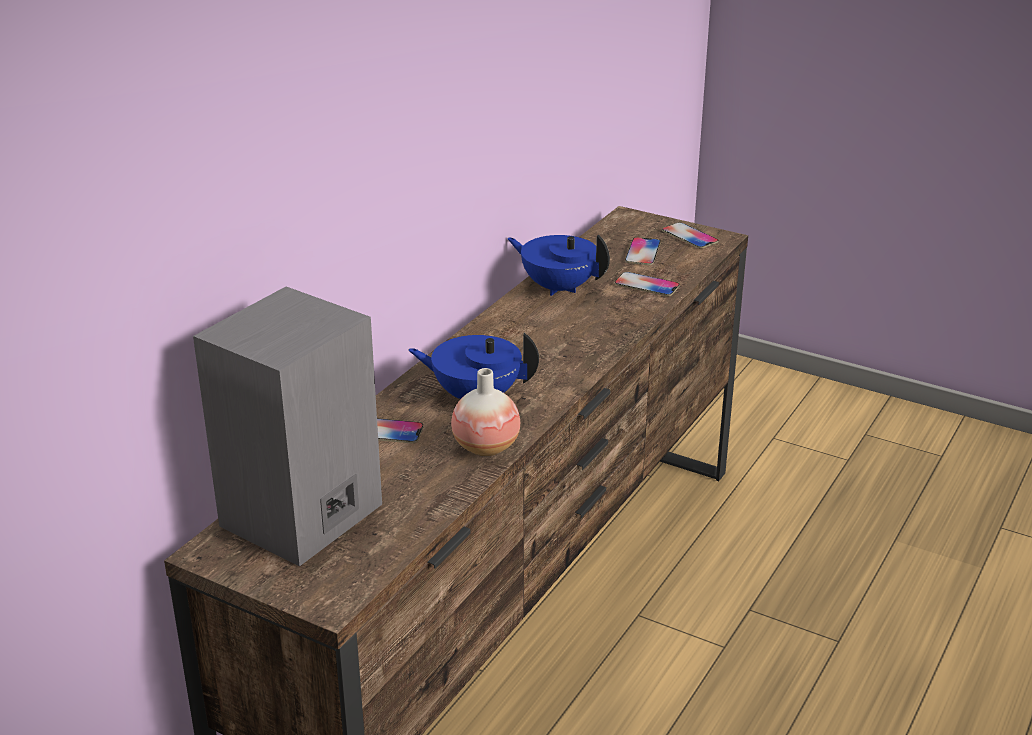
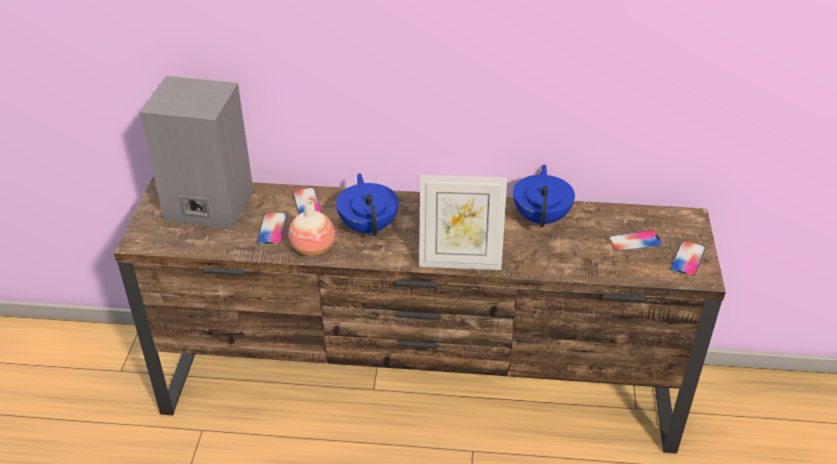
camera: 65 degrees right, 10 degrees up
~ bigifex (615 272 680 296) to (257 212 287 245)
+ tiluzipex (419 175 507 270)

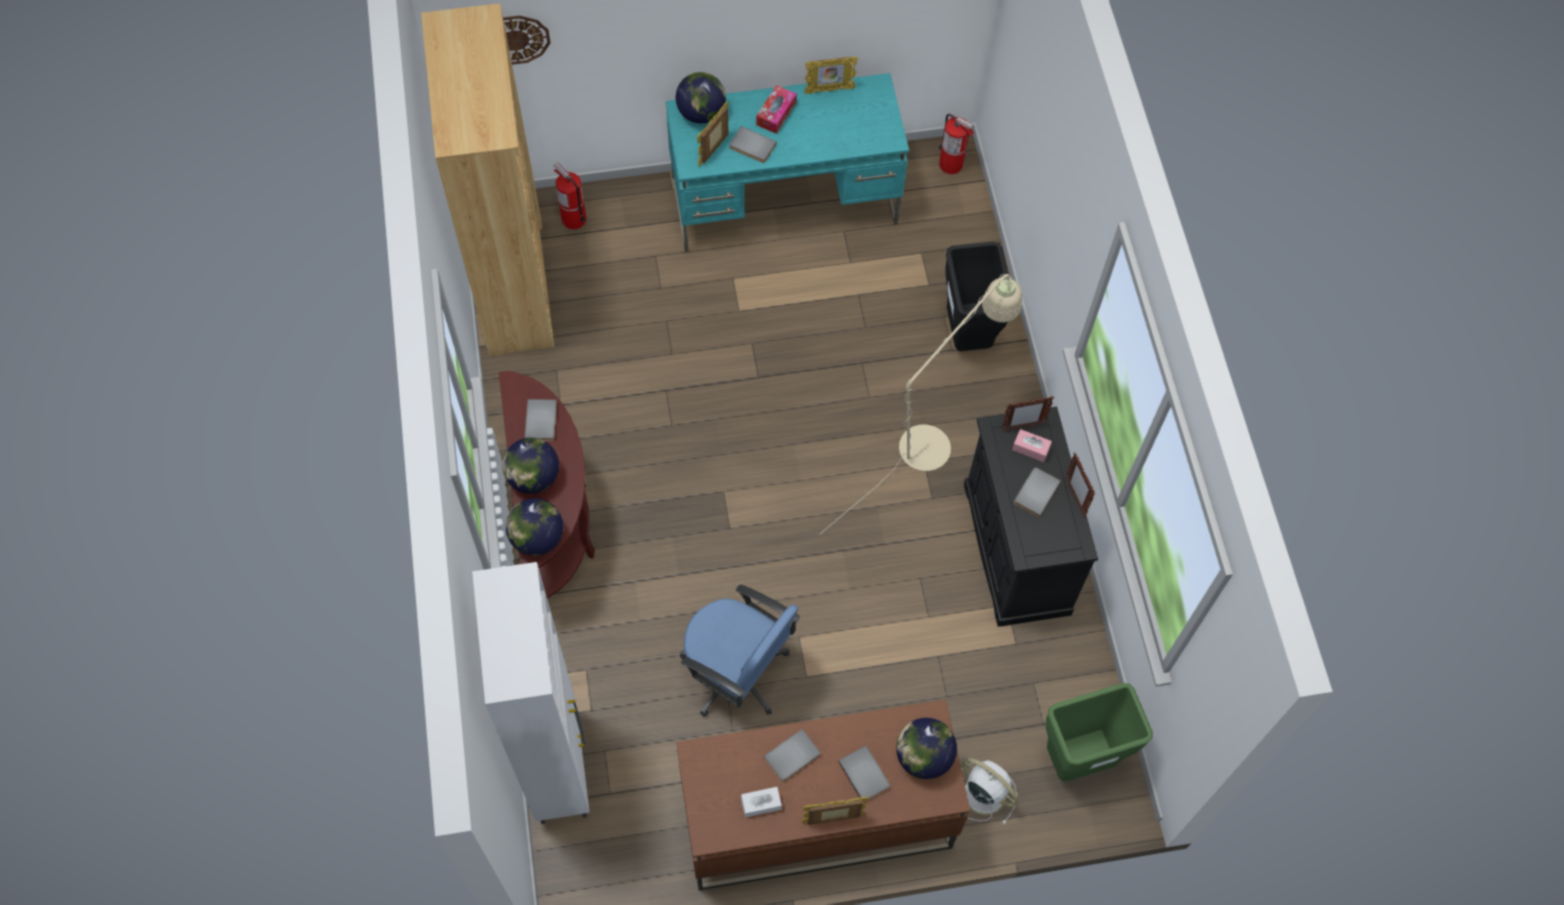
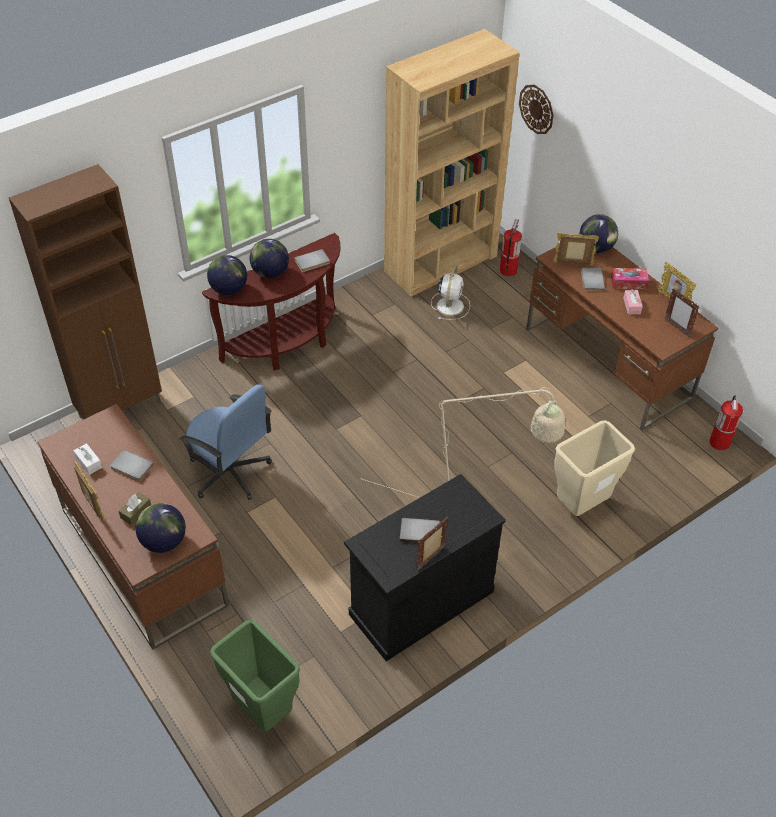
camera: 65 degrees right, 15 degrees down
~ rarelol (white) (472 562 590 824) to rarelol (brown) (9 164 162 420)
~ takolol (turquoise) (666 73 909 253) to takolol (brown) (526 247 718 430)
~ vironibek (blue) (680 585 800 717) = (179 384 272 500) 60 degrees counterclockwise
~ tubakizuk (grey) (838 746 890 801) to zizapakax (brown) (119 492 151 525)
~ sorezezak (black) (946 242 1008 351) to sorezezak (beige) (554 420 635 516)
~ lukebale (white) (962 758 1018 825) to (431 266 470 320)
~ tiluzipex (1001 396 1054 432) to (665 288 700 337)
~ zizapakax (pink) (1012 429 1052 462) to (623 289 643 314)

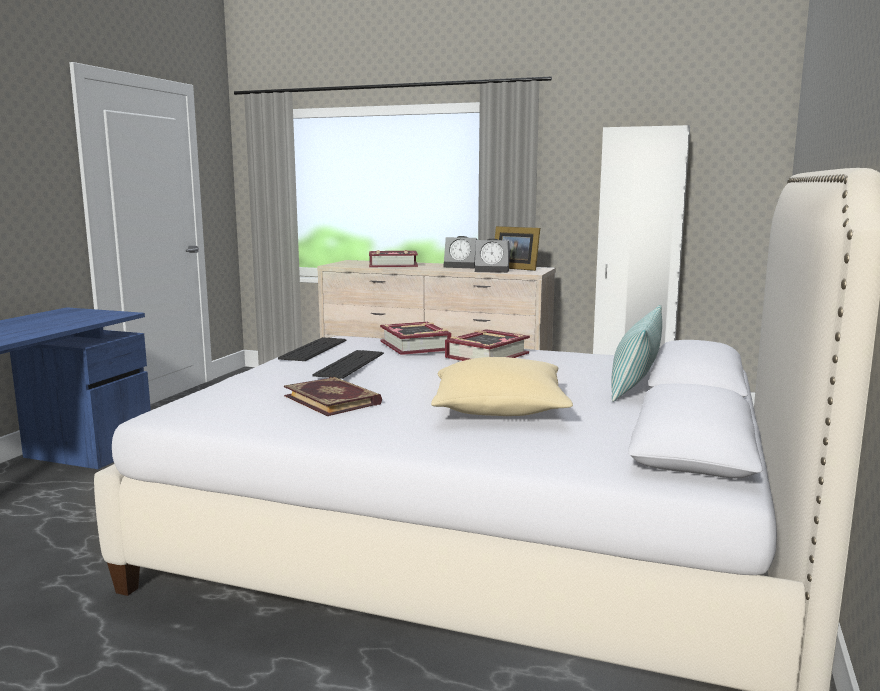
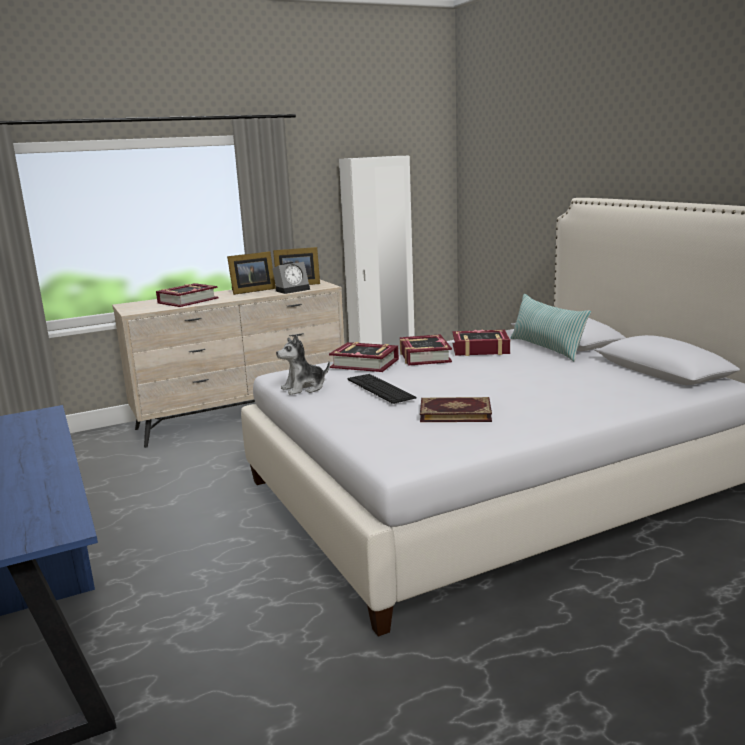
camera: 45 degrees left, 5 degrees up
~ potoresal (278 337 347 361) to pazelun (276 334 330 395)
- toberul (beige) (431 357 573 416)
~ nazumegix (443 236 477 268) to tiluzipex (227 251 276 295)
+ tubakizuk (452 330 510 356)

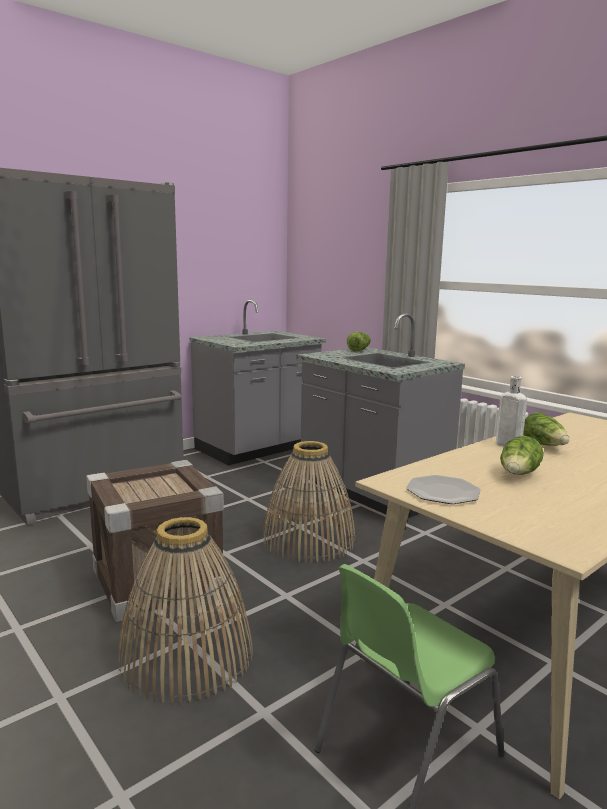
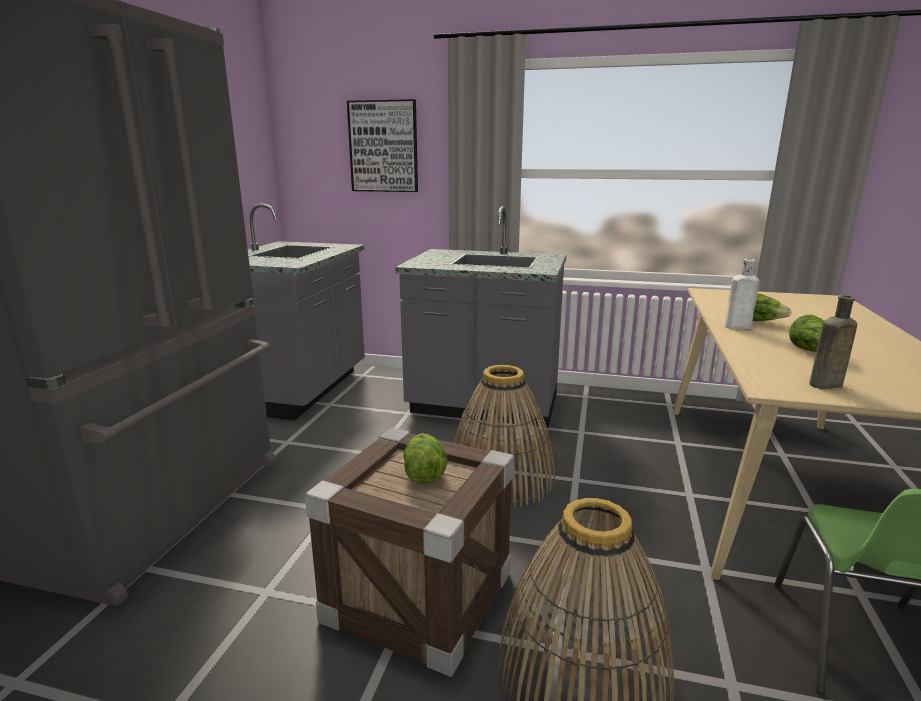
camera: 35 degrees left, 5 degrees up
~ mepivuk (347 332 371 352) to (403 433 447 484)
~ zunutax (406 475 481 504) to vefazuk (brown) (809 295 857 389)
+ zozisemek (347 99 418 192)

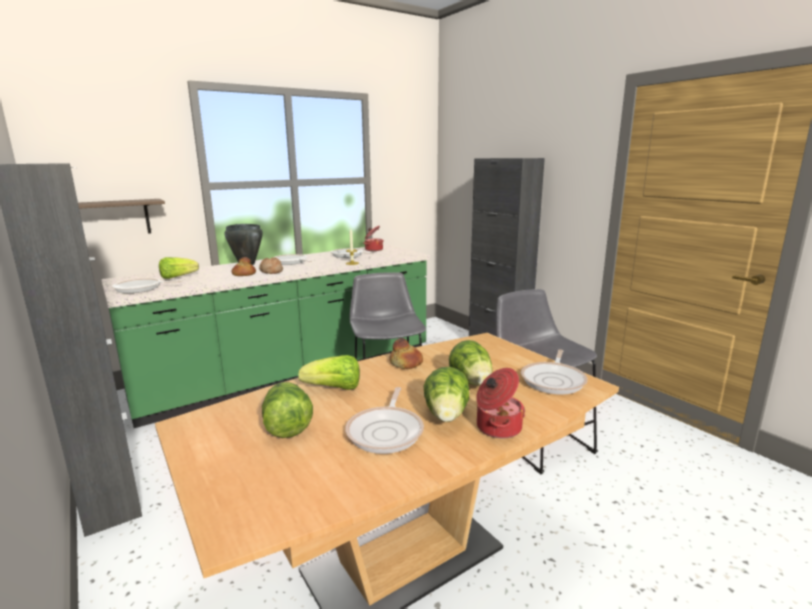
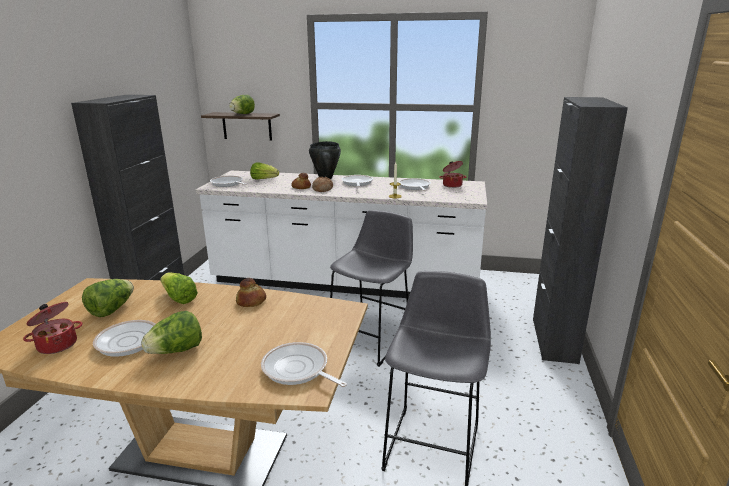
camera: 45 degrees right, 5 degrees up
~ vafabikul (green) (101 244 430 428) to vafabikul (white) (196 171 487 298)
~ mepivuk (449 340 492 386) to (229 95 255 114)
~ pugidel (476 368 526 439) to (23 302 82 354)
~ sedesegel (521 349 588 395) = (261 342 347 387) 60 degrees clockwise

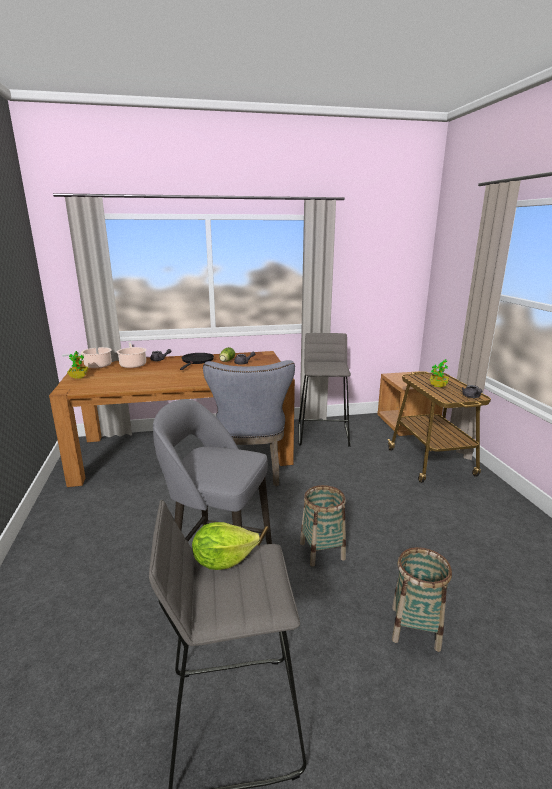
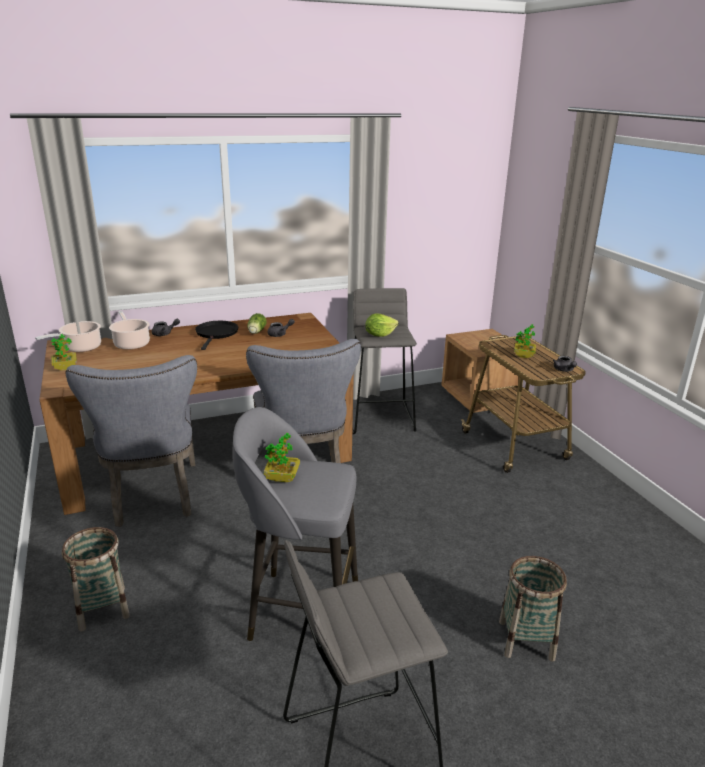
camera: 10 degrees left, 5 degrees up
~ mepivuk (192 522 260 570) to (365 314 399 337)
~ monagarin (300 485 346 567) to (62 527 130 631)
+ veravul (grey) (65 355 197 527)
+ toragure (264 433 300 482)

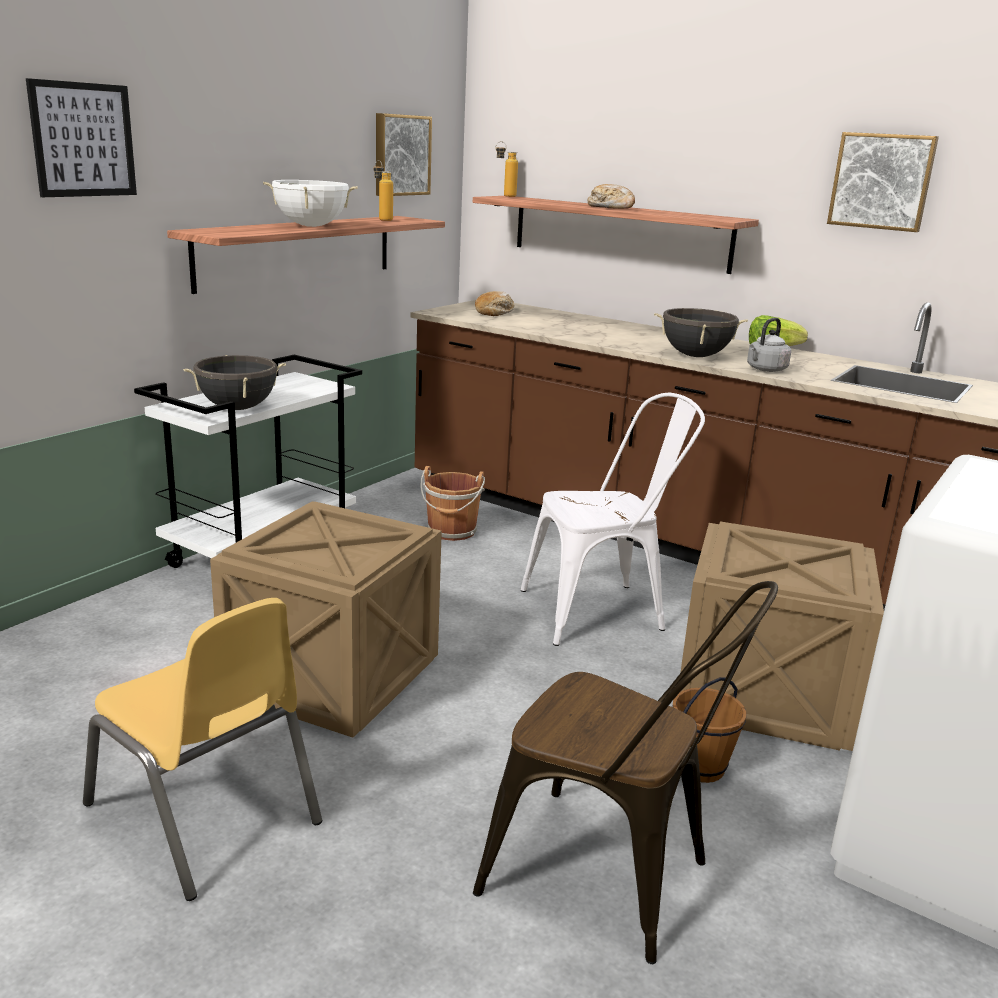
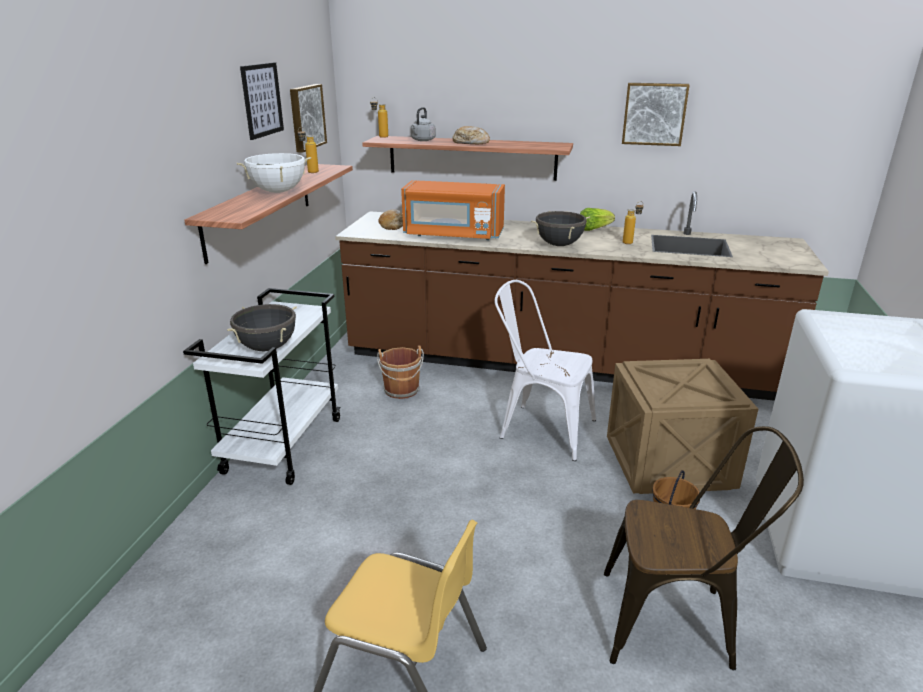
camera: 20 degrees left, 5 degrees up
~ zozisemek (26 78 137 197) to (240 63 284 140)
- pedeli (210 501 442 738)
~ veravul (white) (520 393 705 646) = (494 280 596 461) 120 degrees counterclockwise
~ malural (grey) (747 318 791 372) to (411 107 436 141)
+ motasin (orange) (401 180 505 240)
+ vefazuk (623 201 643 244)

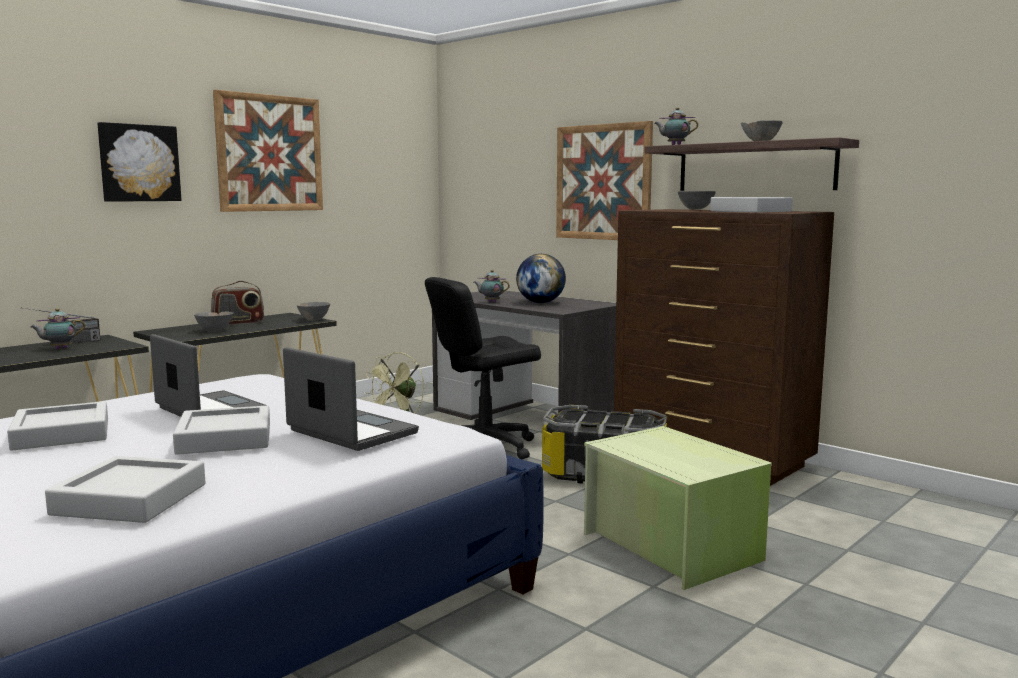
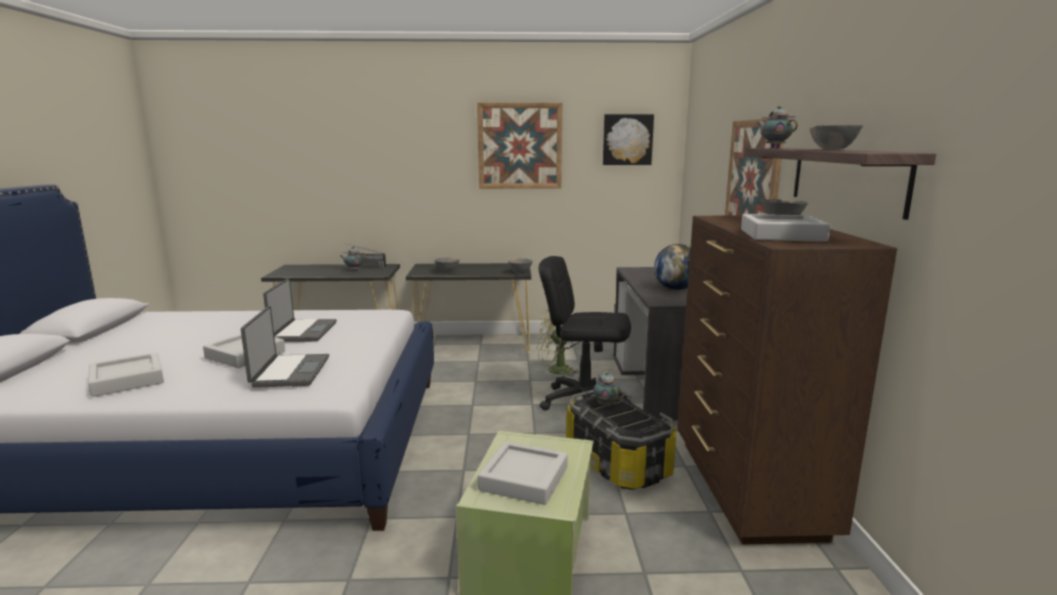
camera: 45 degrees right, 5 degrees up
~ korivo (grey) (7 401 108 451) to (478 442 568 505)
~ zozisemek (97 122 182 202) to (603 114 654 165)
- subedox (211 281 264 325)
~ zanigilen (474 270 510 302) to (594 371 620 407)

